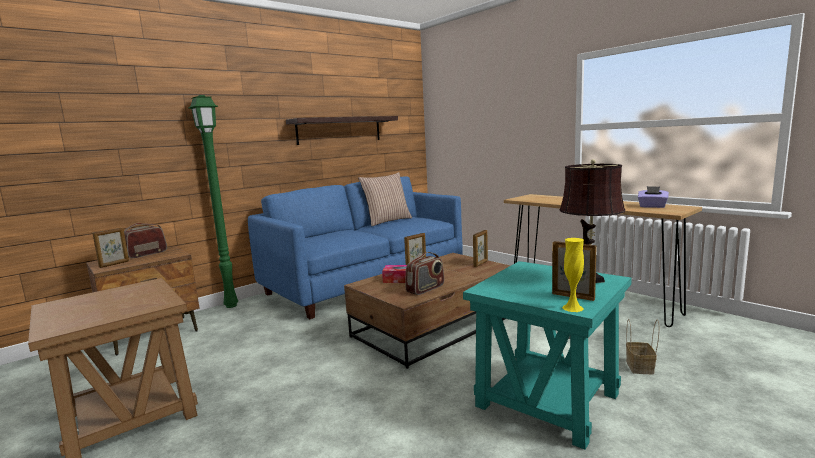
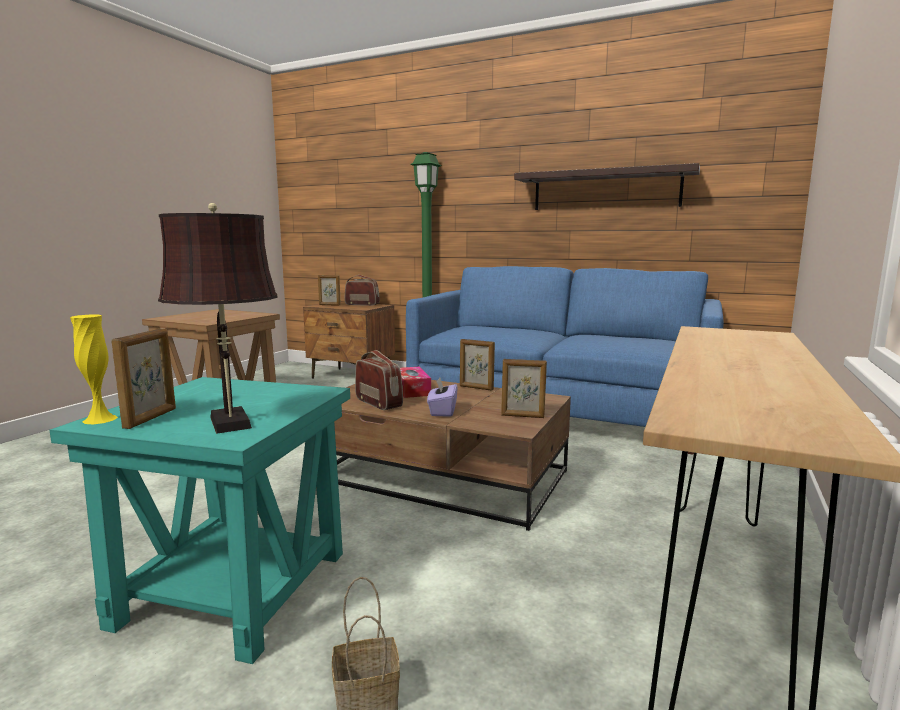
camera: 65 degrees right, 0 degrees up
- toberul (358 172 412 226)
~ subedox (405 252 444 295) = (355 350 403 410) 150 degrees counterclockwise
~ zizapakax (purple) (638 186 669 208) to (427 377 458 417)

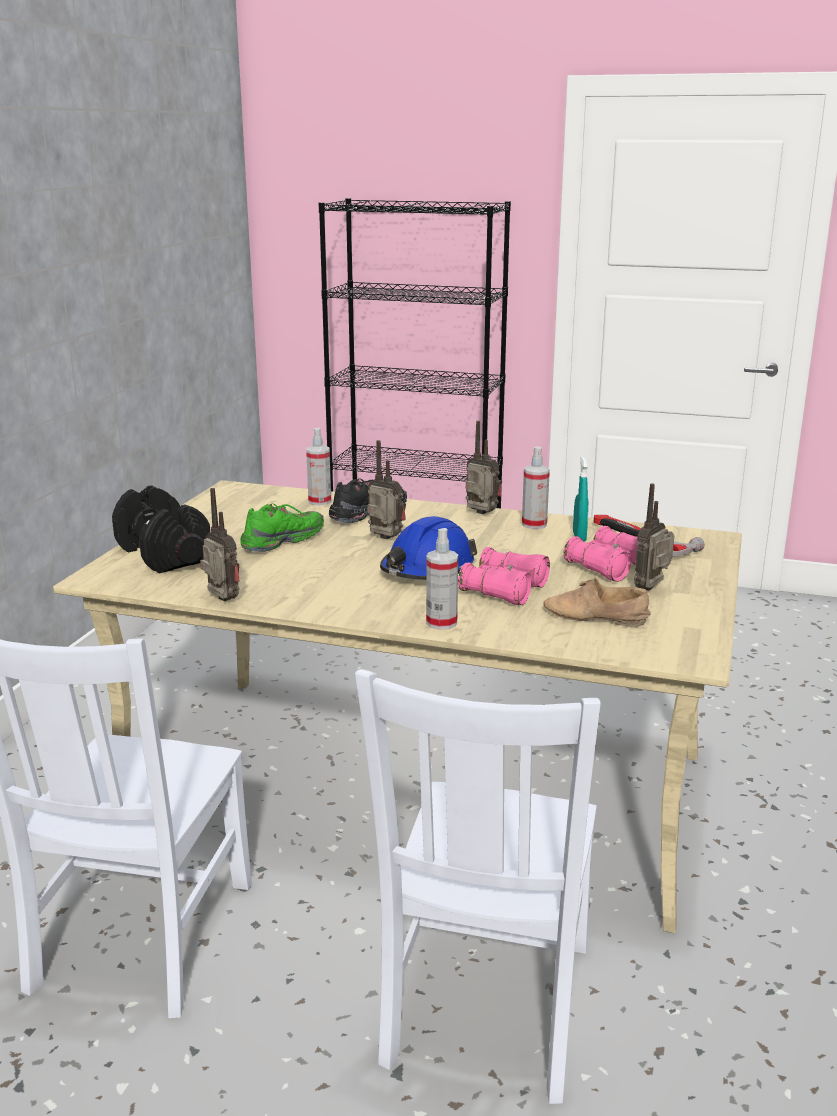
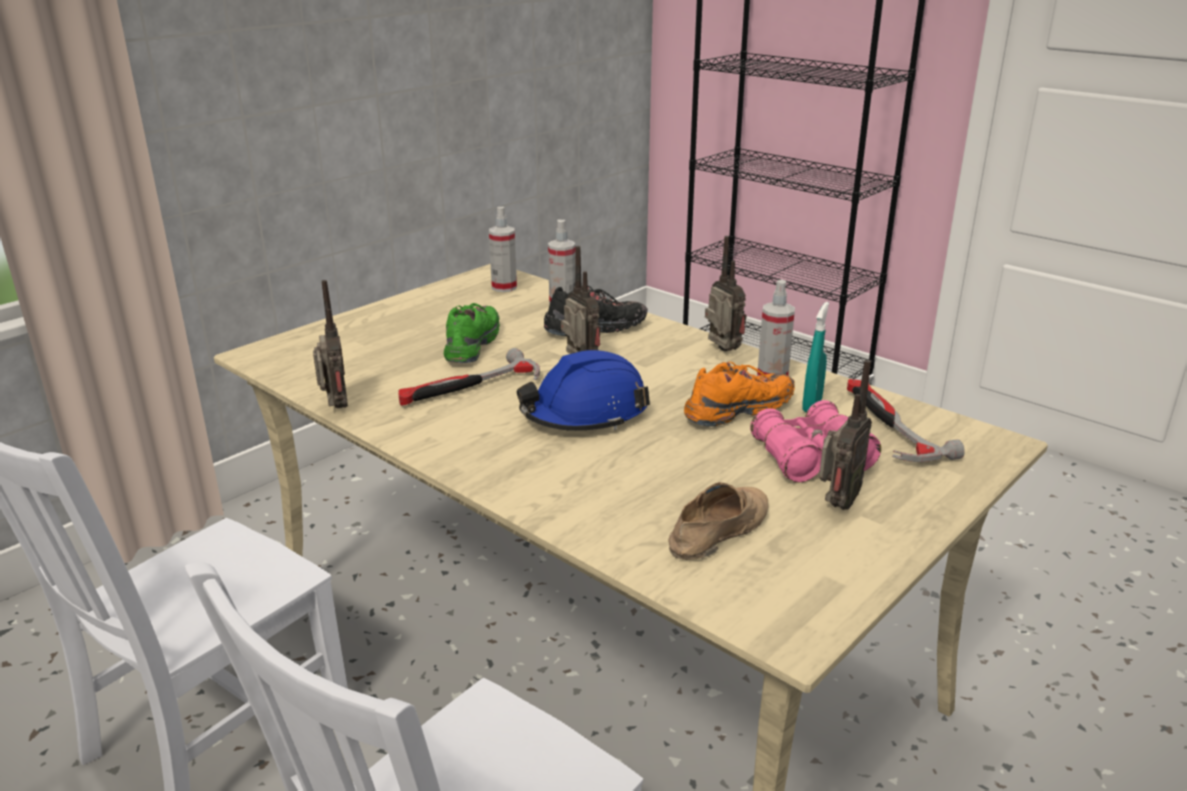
camera: 25 degrees right, 5 degrees up
- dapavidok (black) (112 486 210 574)
~ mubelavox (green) (240 503 324 552) = (444 303 500 363) 60 degrees counterclockwise
~ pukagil (426 528 458 630) to (489 207 517 292)
- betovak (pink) (458 547 550 605)
~ mubelavox (beige) (543 578 651 627) = (668 482 768 560) 90 degrees clockwise
~ subedox (634 483 674 591) = (819 360 872 510) 150 degrees clockwise
+ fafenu (398 348 540 406)
+ mubelavox (orange) (684 362 795 427)

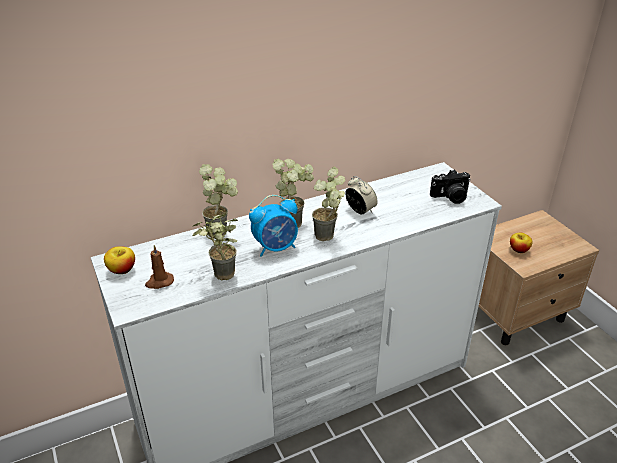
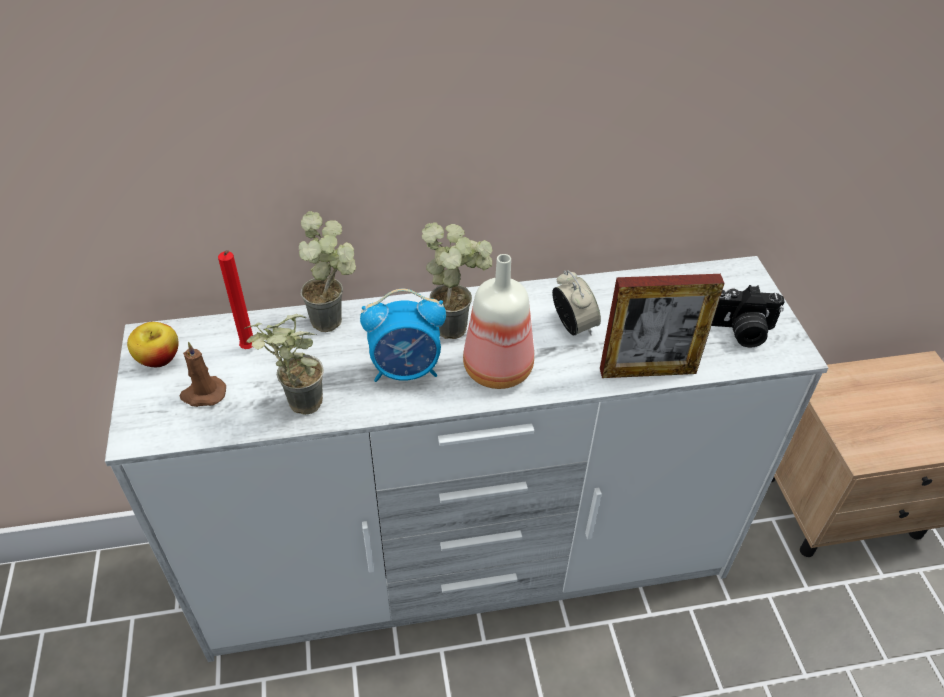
camera: 15 degrees right, 10 degrees up
~ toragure (312 167 345 241) to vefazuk (463 254 534 389)
- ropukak (510 233 533 253)
+ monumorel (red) (218 250 253 349)
+ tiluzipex (600 274 724 378)

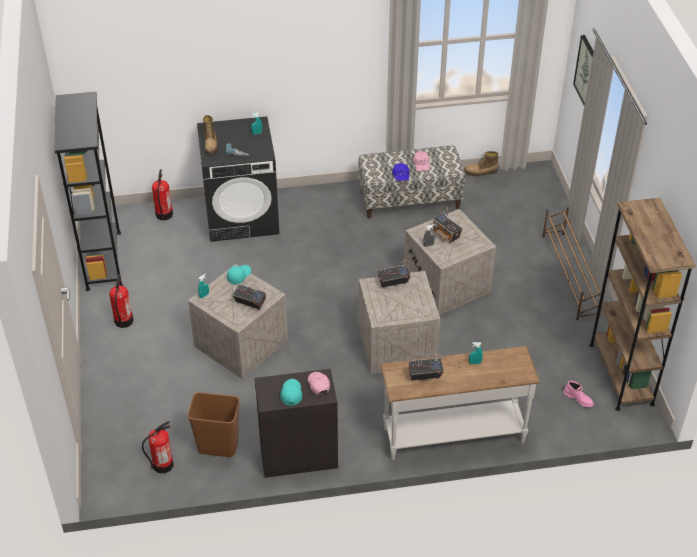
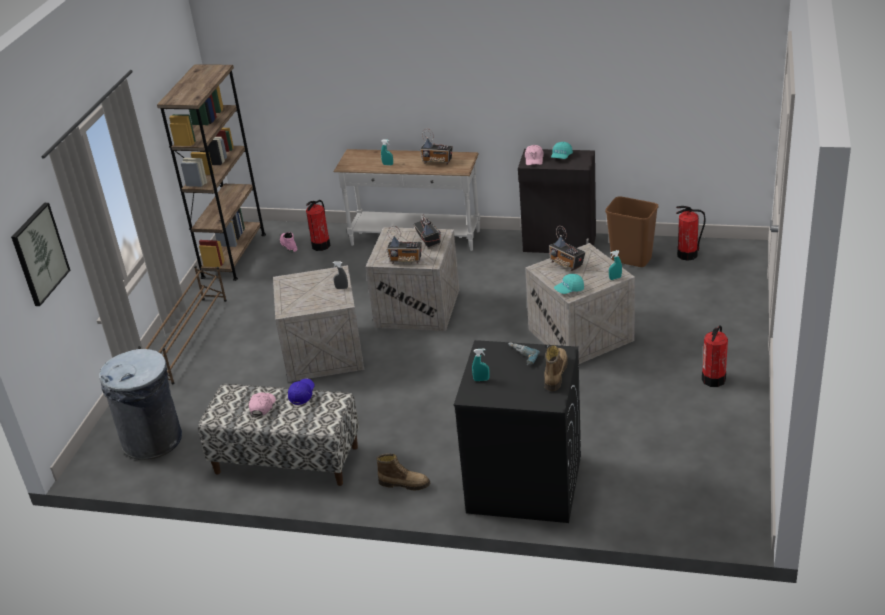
camera: 155 degrees left, 10 degrees down
- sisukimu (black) (55 92 123 291)
~ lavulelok (152 169 173 221) to (306 200 330 251)
~ subedox (432 204 462 243) to (413 215 441 249)
~ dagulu (464 151 499 176) to (376 453 430 490)
+ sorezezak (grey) (99 349 182 460)

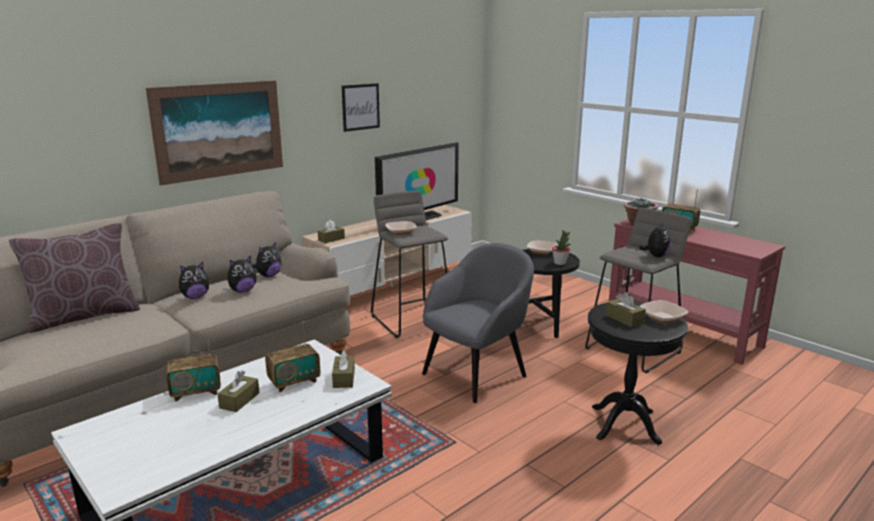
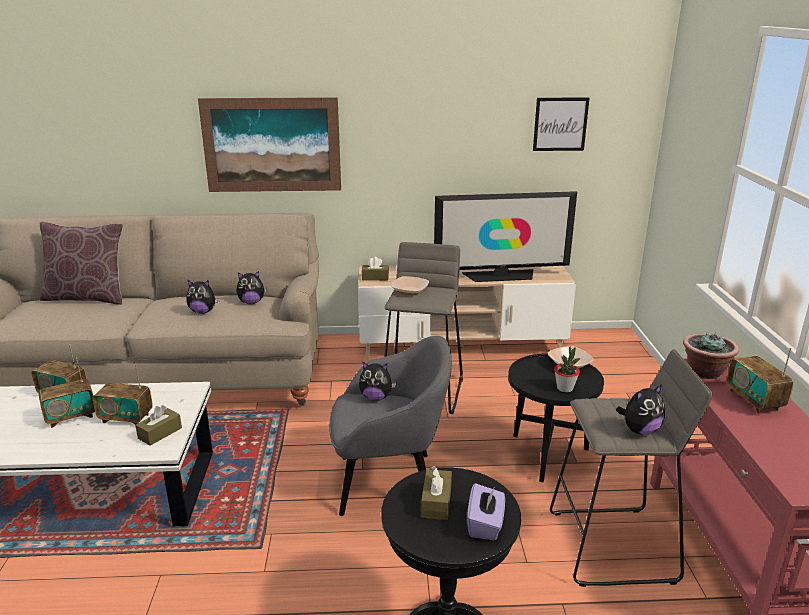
camera: 40 degrees right, 5 degrees up
~ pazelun (179 262 210 299) to (359 361 396 401)
~ zizapakax (brown) (217 371 259 412) to subedox (39 358 95 428)
~ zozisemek (342 83 380 132) to (533 97 590 151)
~ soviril (639 300 688 323) to zizapakax (purple) (467 483 505 540)

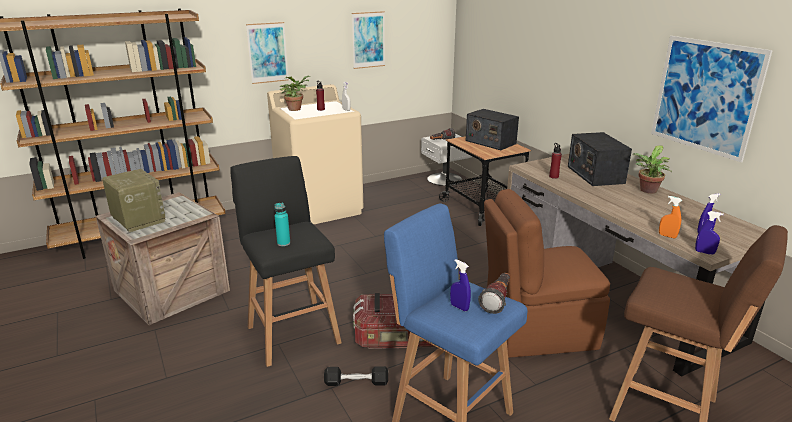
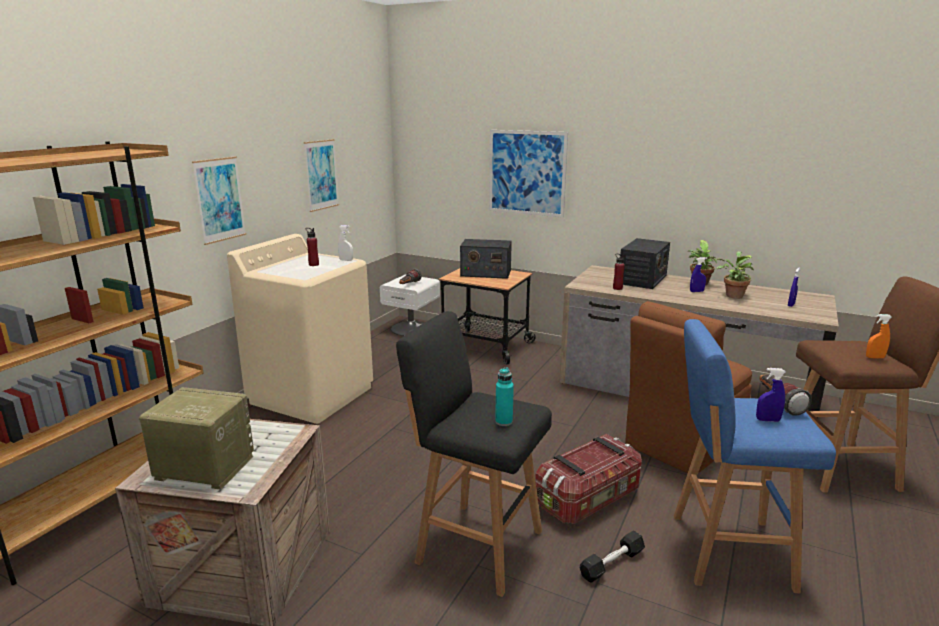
camera: 35 degrees left, 5 degrees down
~ toragure (280 76 311 111) to (716 251 754 299)
~ subedox (568 132 632 186) = (620 238 670 289) 105 degrees counterclockwise
~ zozisemek (651 36 773 162) to (489 130 568 218)
~ pukagil (orange) (659 196 682 238) to (866 314 892 358)
~ pukagil (blue) (695 211 724 255) to (690 257 707 292)

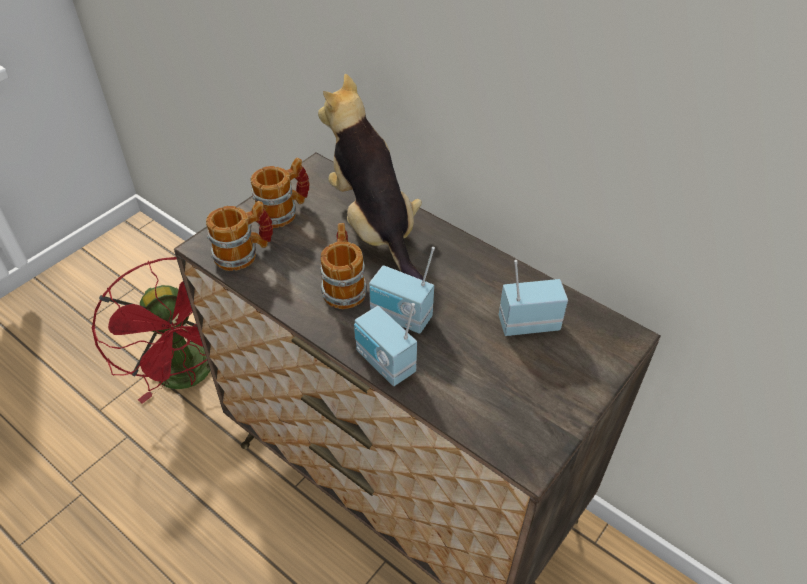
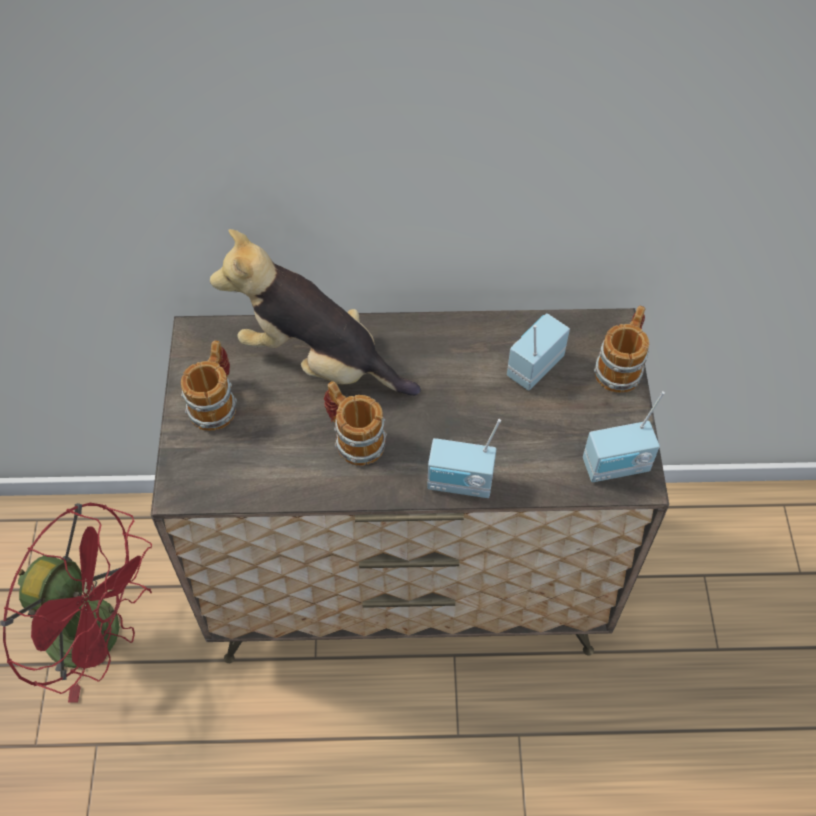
camera: 40 degrees left, 10 degrees up
~ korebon (206 201 273 271) to (594 306 649 393)
~ subedox (369 247 435 334) to (583 391 665 482)

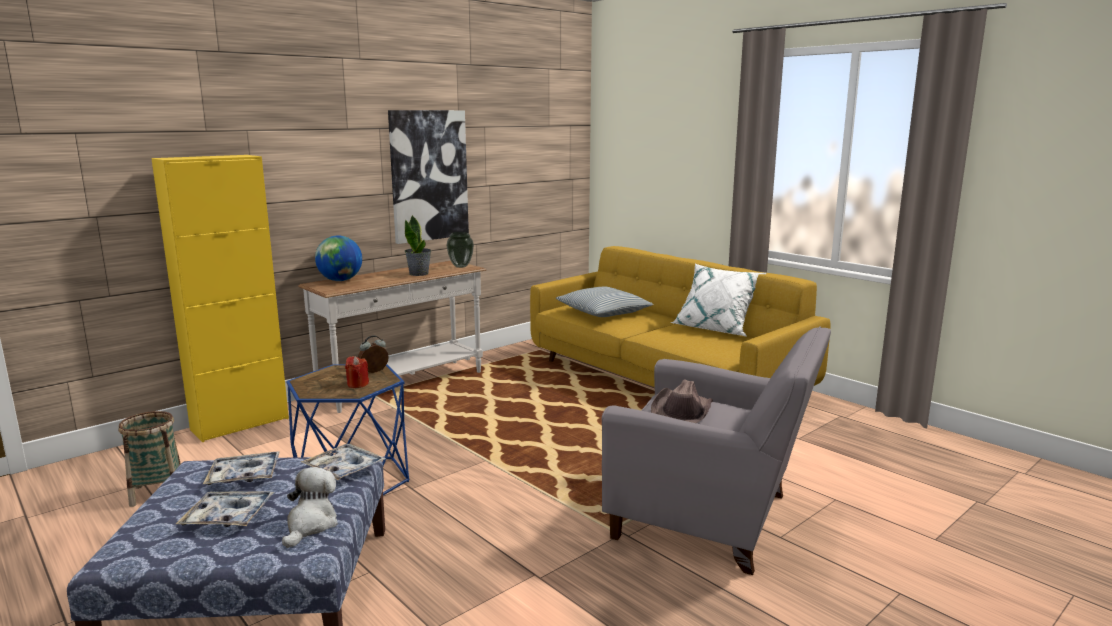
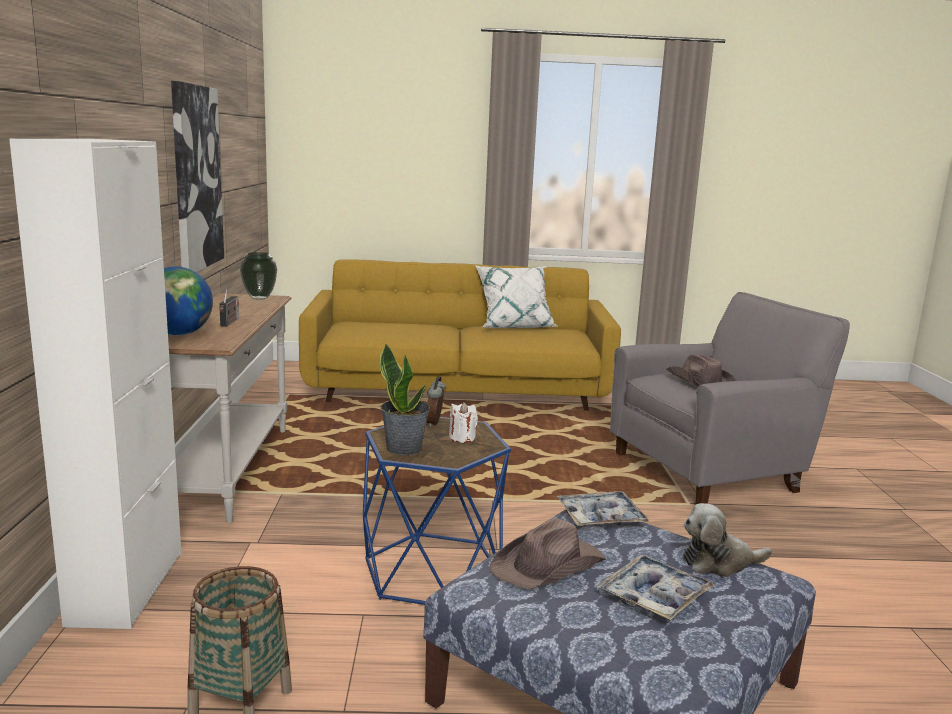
camera: 50 degrees left, 0 degrees up
~ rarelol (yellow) (151 155 289 442) to rarelol (white) (9 139 182 629)
~ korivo (203 452 280 485) to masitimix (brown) (490 518 606 589)
~ pazelun (282 467 338 548) = (683 503 772 577) 60 degrees counterclockwise
~ monumorel (red) (345 356 369 388) to monumorel (white) (449 402 478 443)
~ toragure (405 215 431 276) to (380 343 430 455)
- toberul (556 287 653 317)
+ subedox (219 289 239 327)

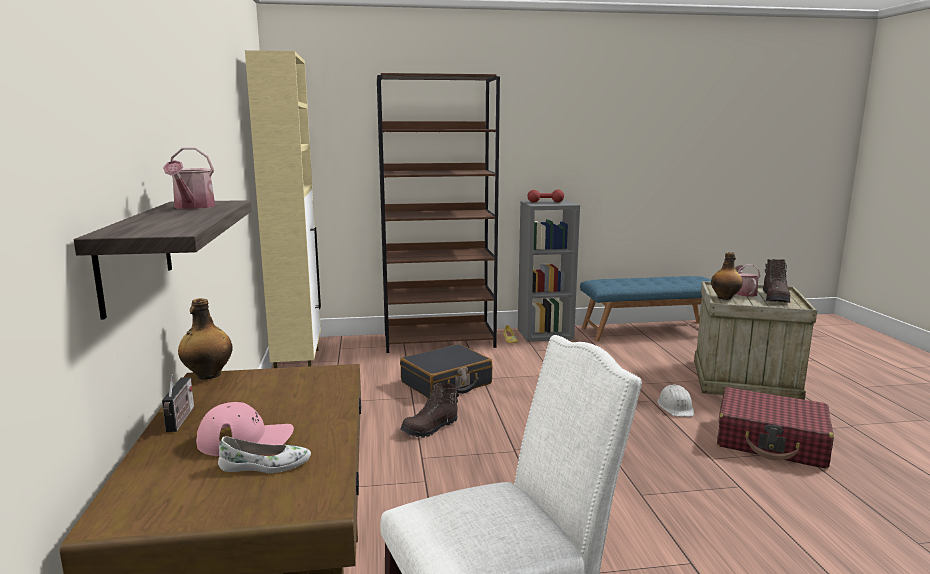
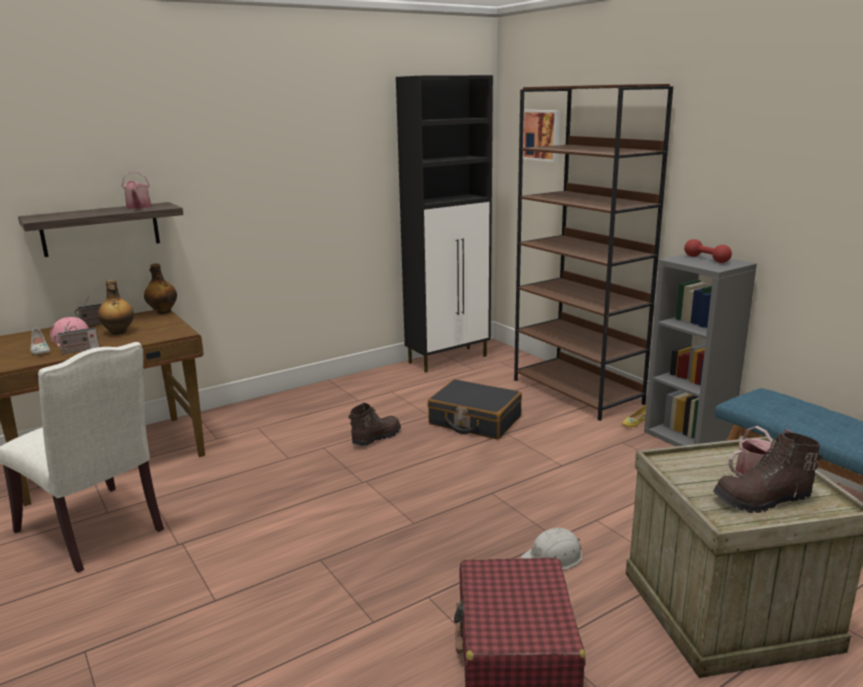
camera: 65 degrees right, 5 degrees up
~ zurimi (163 148 215 209) = (122 171 151 209) 75 degrees counterclockwise
~ rarelol (beige) (245 50 321 368) to rarelol (black) (396 75 493 372)
~ dagulu (brown) (401 383 459 438) = (348 403 401 446) 105 degrees clockwise
~ vefazuk (711 252 743 300) to (98 280 134 335)
+ subedox (54 321 99 354)
+ zozisemek (523 110 561 162)

